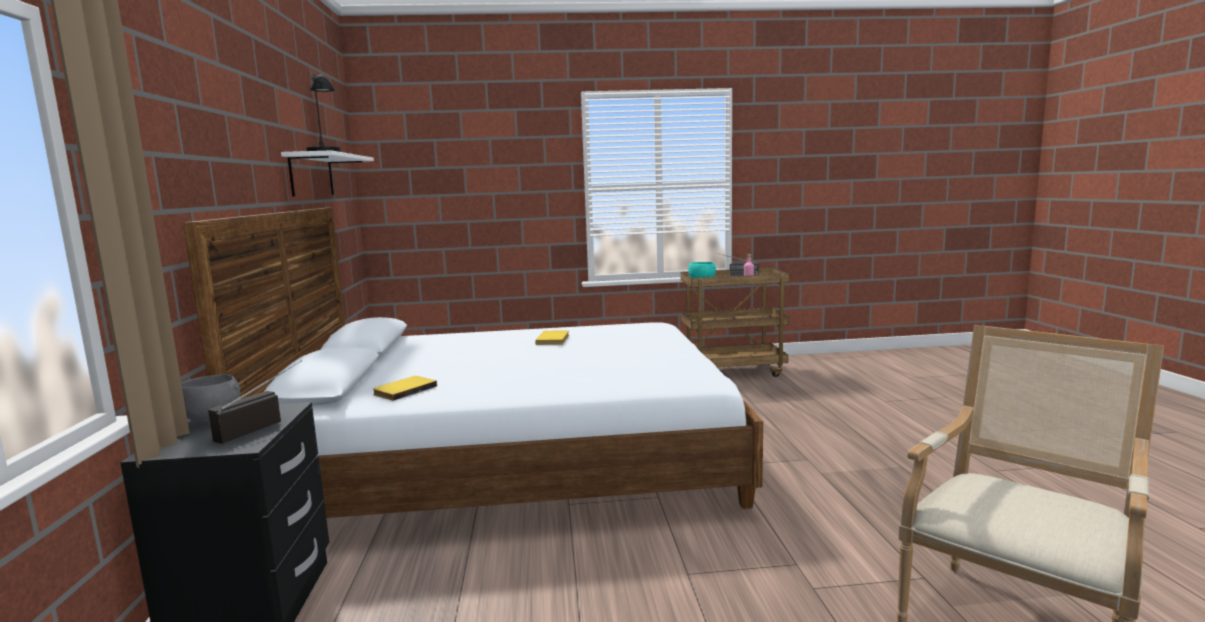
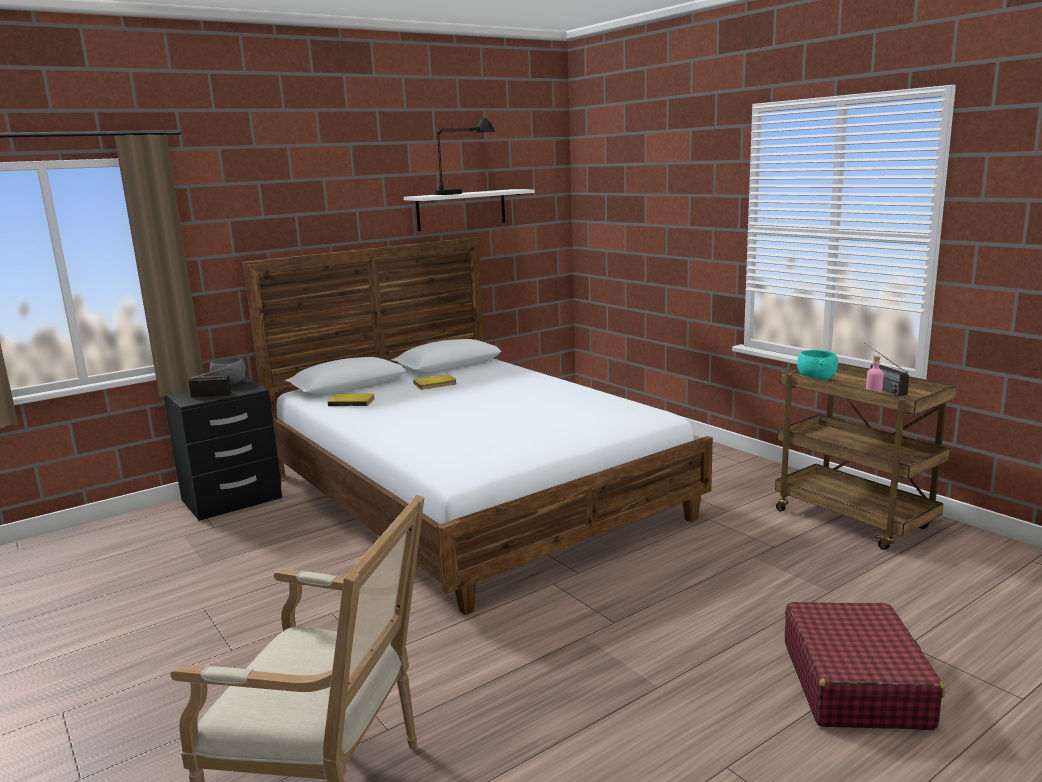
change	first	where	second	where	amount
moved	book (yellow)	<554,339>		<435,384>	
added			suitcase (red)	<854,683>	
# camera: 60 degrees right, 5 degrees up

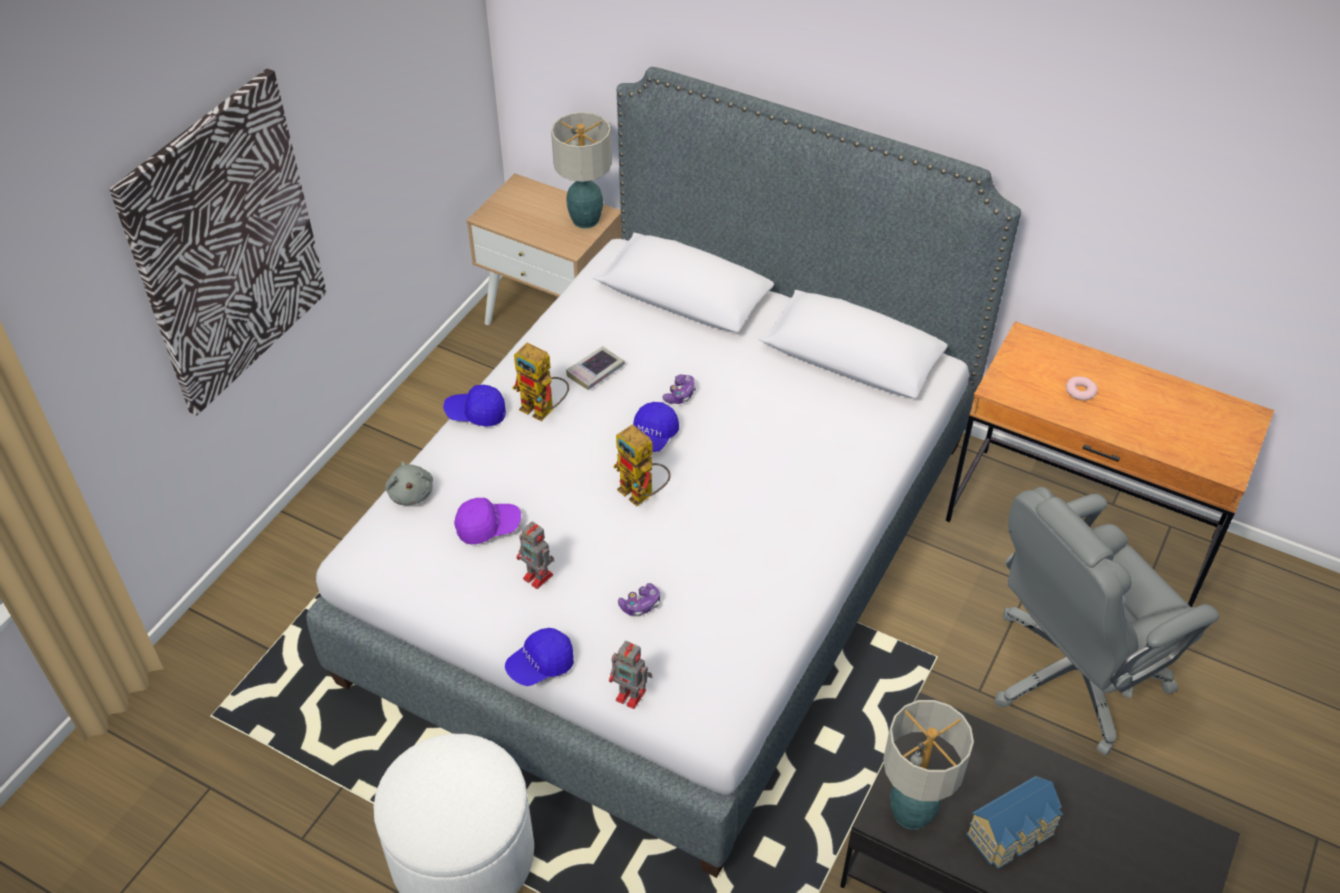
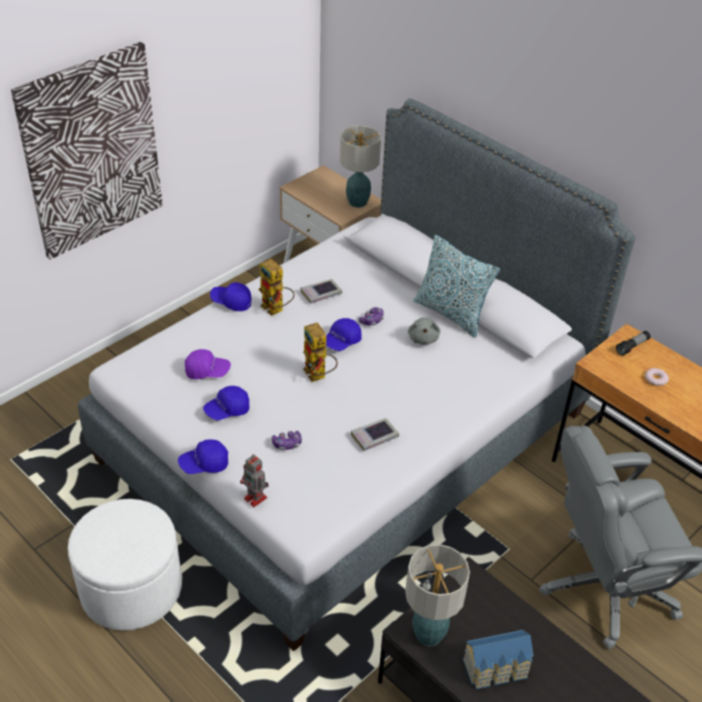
change	first	where	second	where	amount
moved	plush toy (grey)	<411,492>		<423,338>	
replaced	toy robot	<539,577>	cap (blue)	<227,410>	
added			pillow	<451,314>	
added			flashlight	<632,347>	
added			book	<374,437>	
# camera: 15 degrees right, 5 degrees down

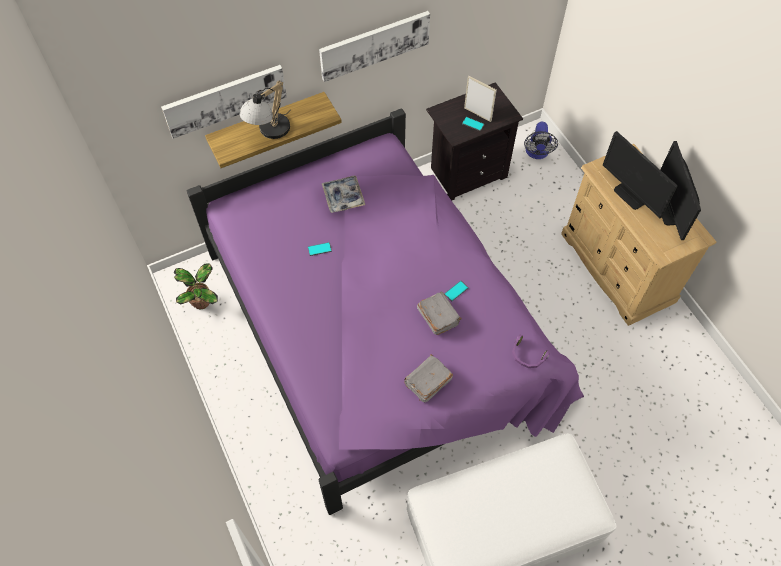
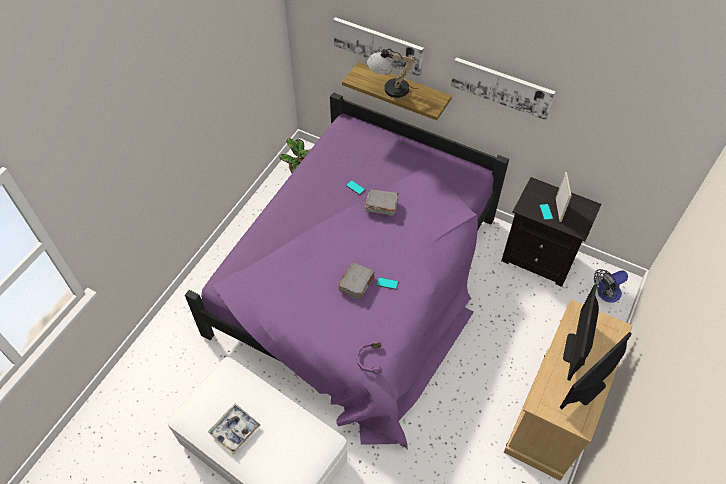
change	first	where	second	where	amount
moved	tray	<343,197>		<235,430>	
moved	book (grey)	<427,382>		<381,206>	
# camera: 55 degrees right, 5 degrees down

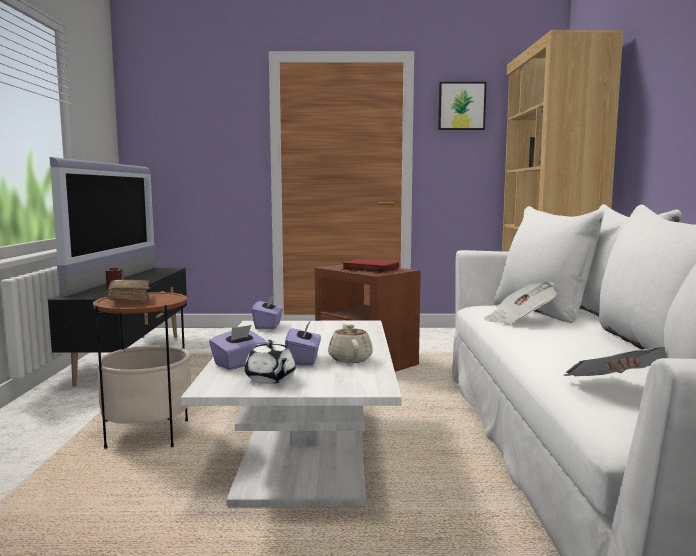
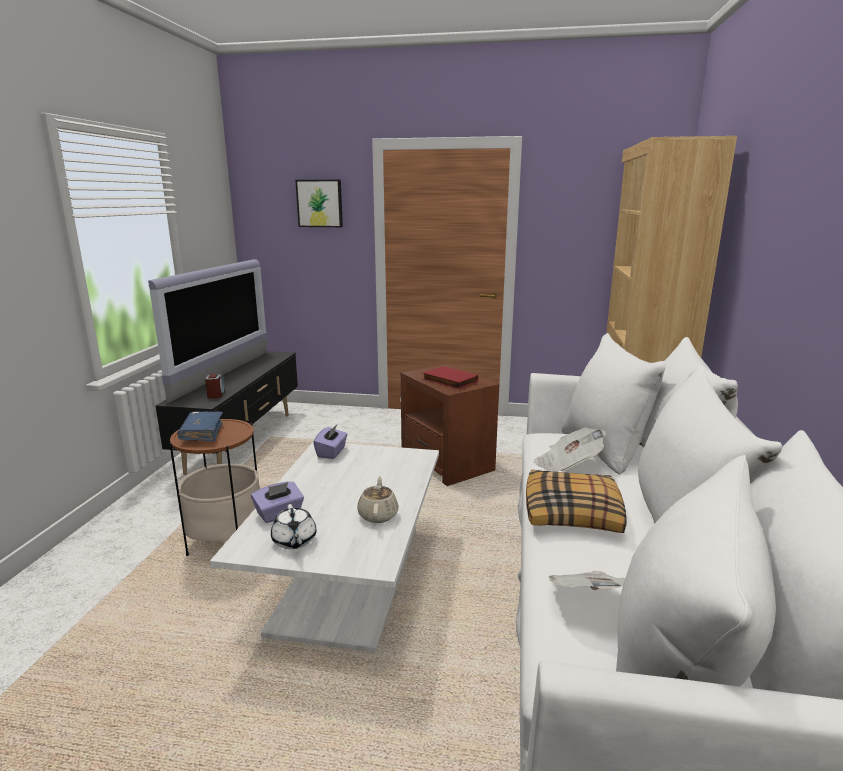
change	first	where	second	where	amount
moved	picture	<461,106>		<320,203>	
recoloured	book (brown)	<129,299>	book (blue)	<202,433>	
removed	tissue box (purple)	<304,360>			
added			pillow	<573,512>	
# camera: 10 degrees right, 10 degrees up

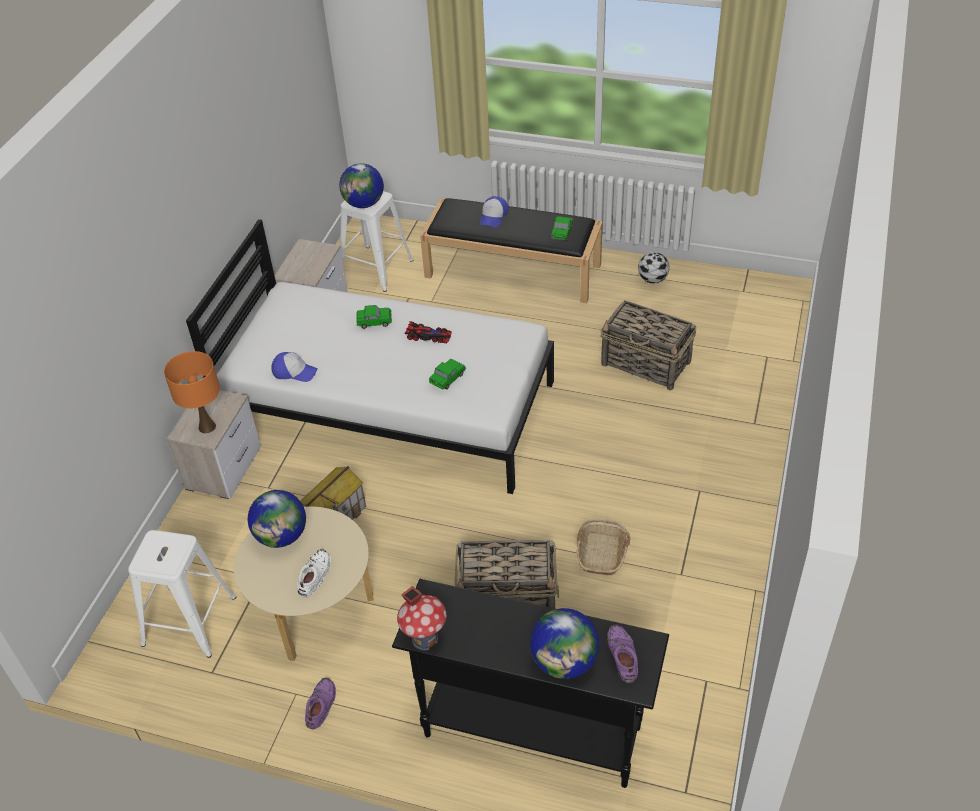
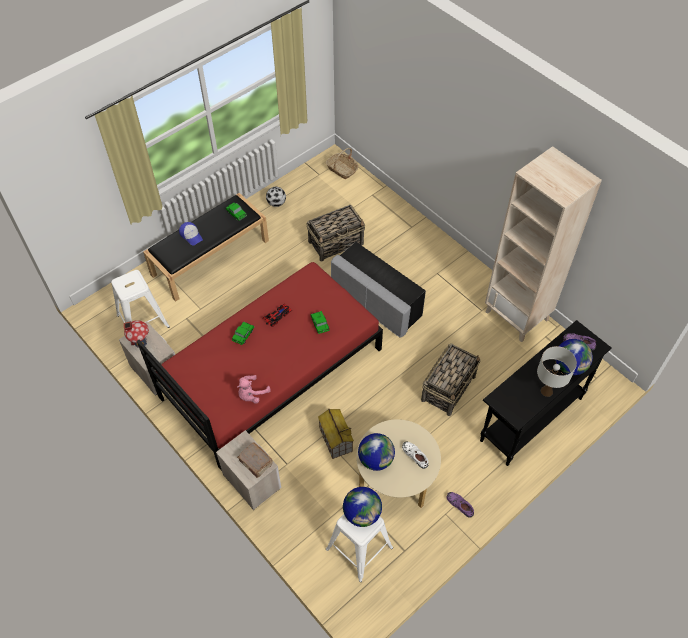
change	first	where	second	where	amount
moved	globe	<364,204>		<362,513>	
recoloured	bed (white)	<389,407>	bed (red)	<271,372>	
replaced	table lamp (orange)	<206,427>	book (brown)	<256,463>	
replaced	cap	<294,371>	plush toy (pink)	<252,394>	
moved	basket	<601,554>		<342,169>	
moved	toy house	<425,639>		<140,342>	
added			bookcase (beige)	<517,316>	
added			ottoman (grey)	<376,302>	
added			table lamp (white)	<546,391>	
# camera: 60 degrees left, 10 degrees up

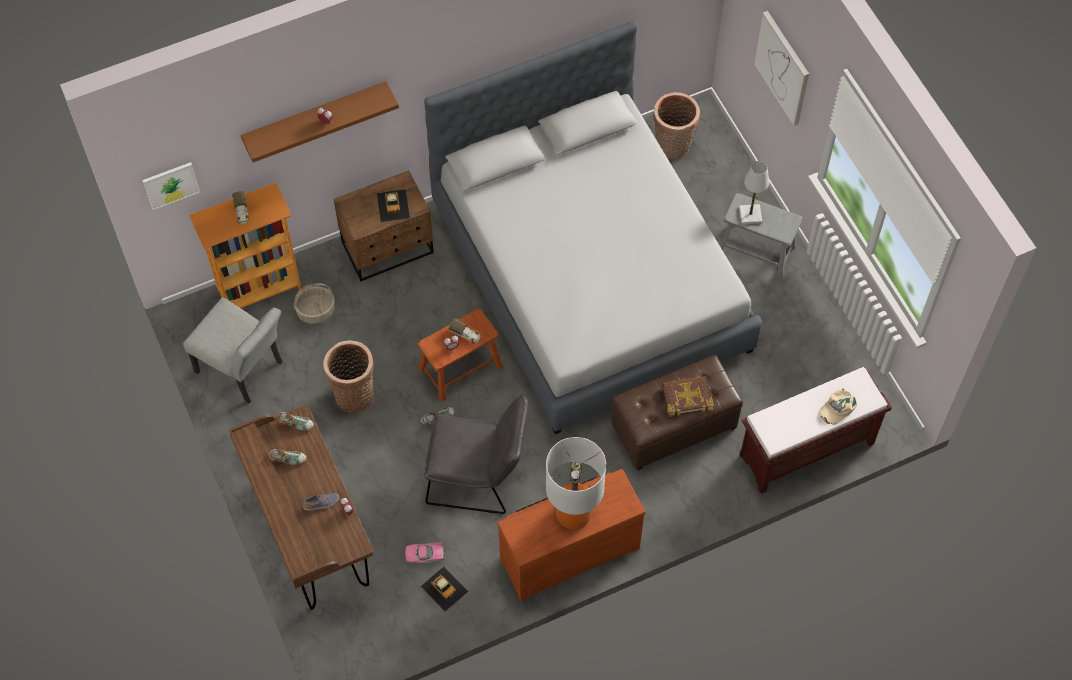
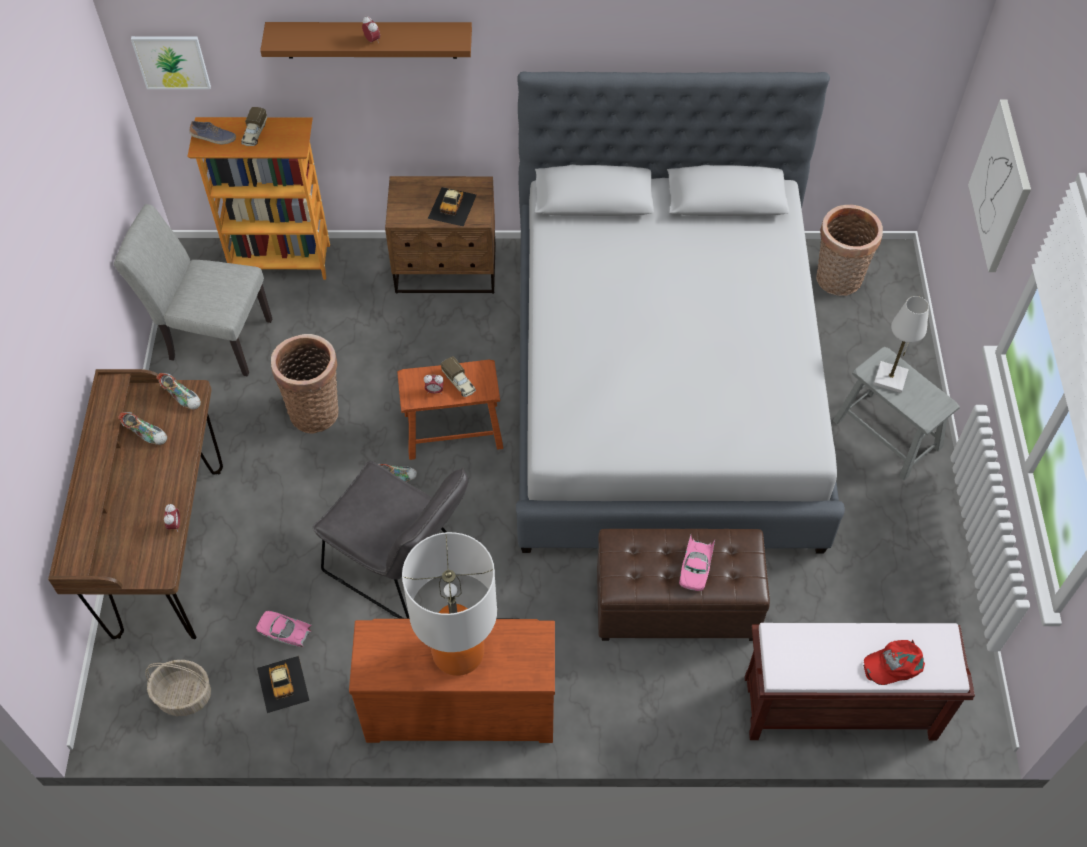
change	first	where	second	where	amount
moved	basket	<316,311>		<185,695>	
turned	chair (grey)	<244,370>		<212,338>	135 degrees clockwise
replaced	book	<687,397>	toy car (pink)	<695,568>	
recoloured	cap (beige)	<837,407>	cap (red)	<893,664>	
moved	shoe	<321,504>		<213,138>	
# camera: 25 degrees right, 5 degrees down

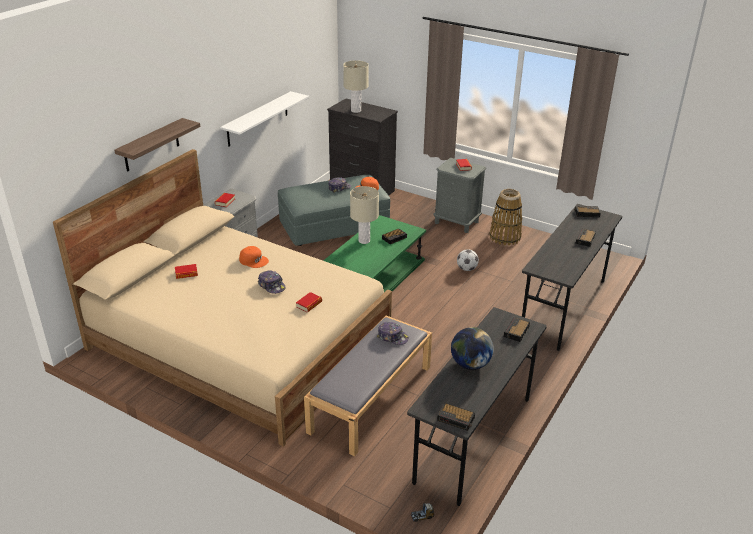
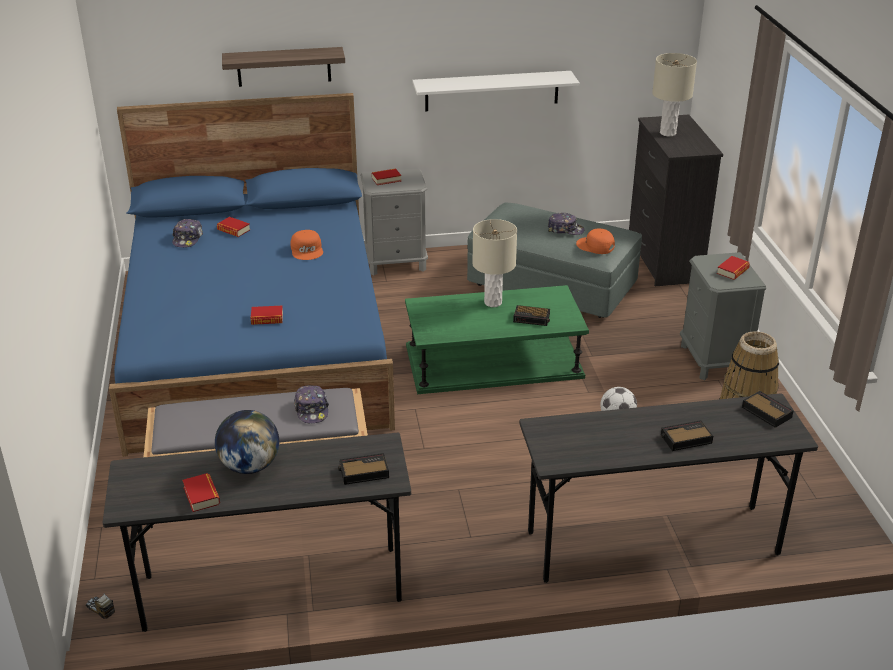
change	first	where	second	where	amount
recoloured	bed (beige)	<239,341>	bed (blue)	<258,341>	
moved	cap	<272,286>		<188,239>	
removed	alarm clock	<456,419>			
added			book	<201,496>	
# camera: 50 degrees right, 0 degrees up

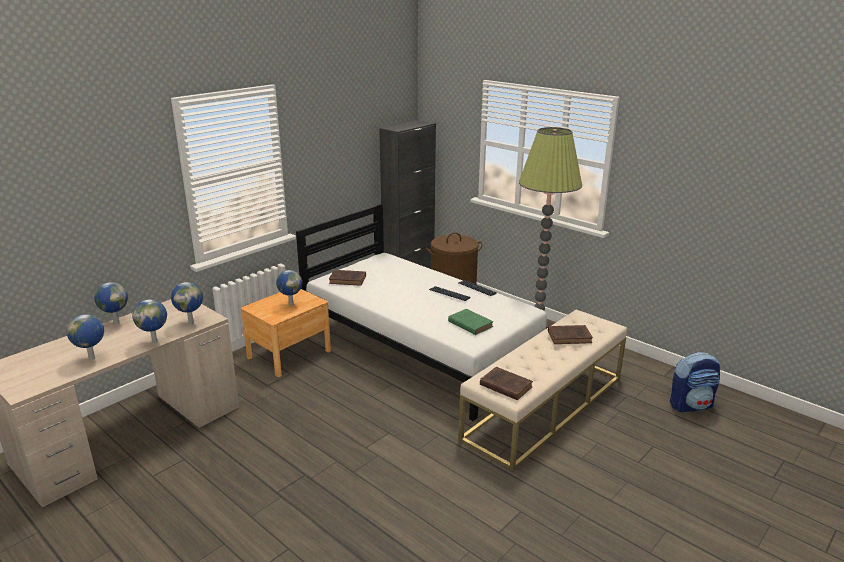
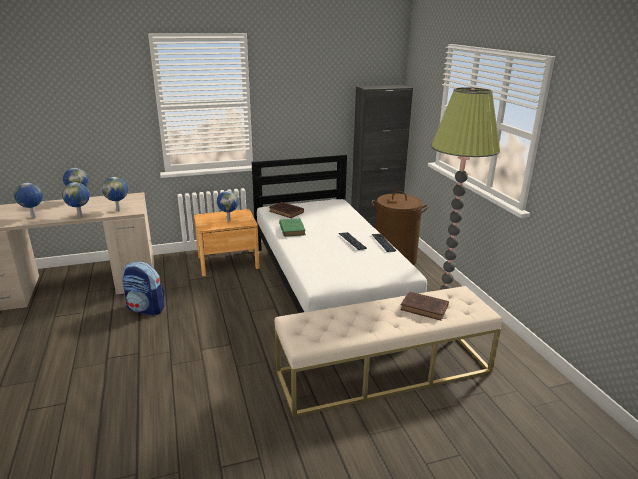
change	first	where	second	where	amount
moved	book (green)	<469,324>		<292,229>	
moved	backpack	<691,405>		<146,309>	
removed	book (brown)	<504,385>			
# camera: 30 degrees right, 0 degrees up

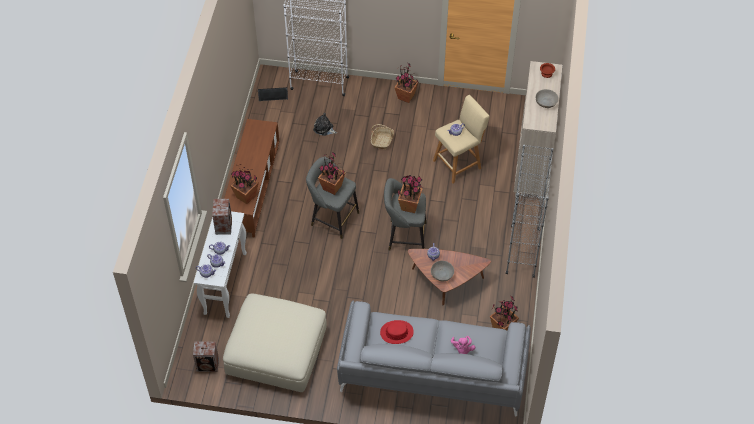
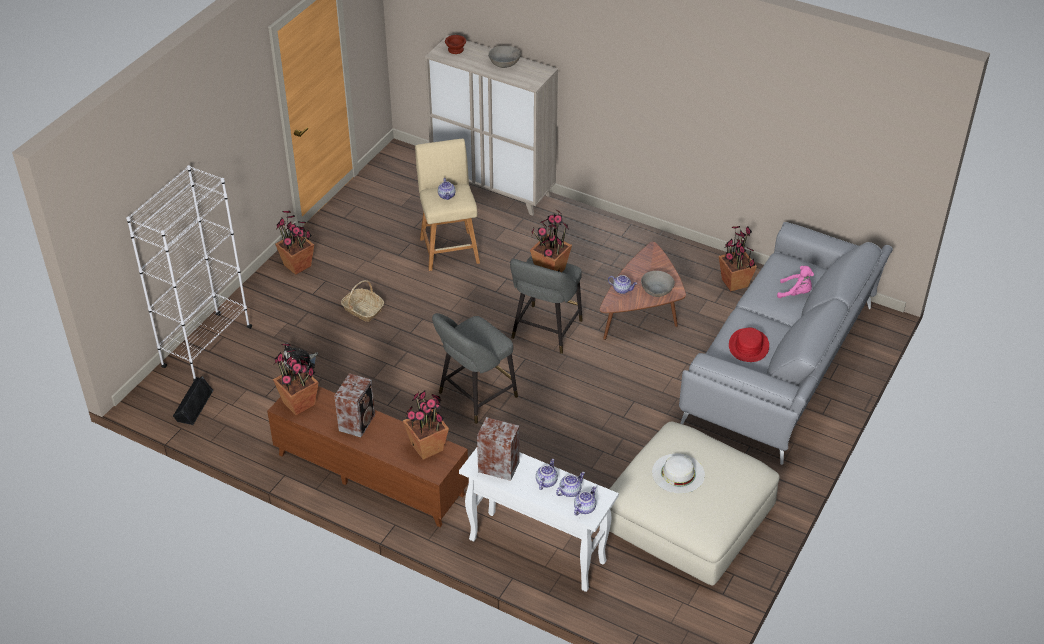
change	first	where	second	where	amount
removed	bookcase (grey)	<522,250>			
moved	potted plant	<332,187>		<299,404>	
moved	speaker	<208,365>		<358,422>	
added			hat (white)	<678,473>	
# camera: 70 degrees left, 10 degrees down

